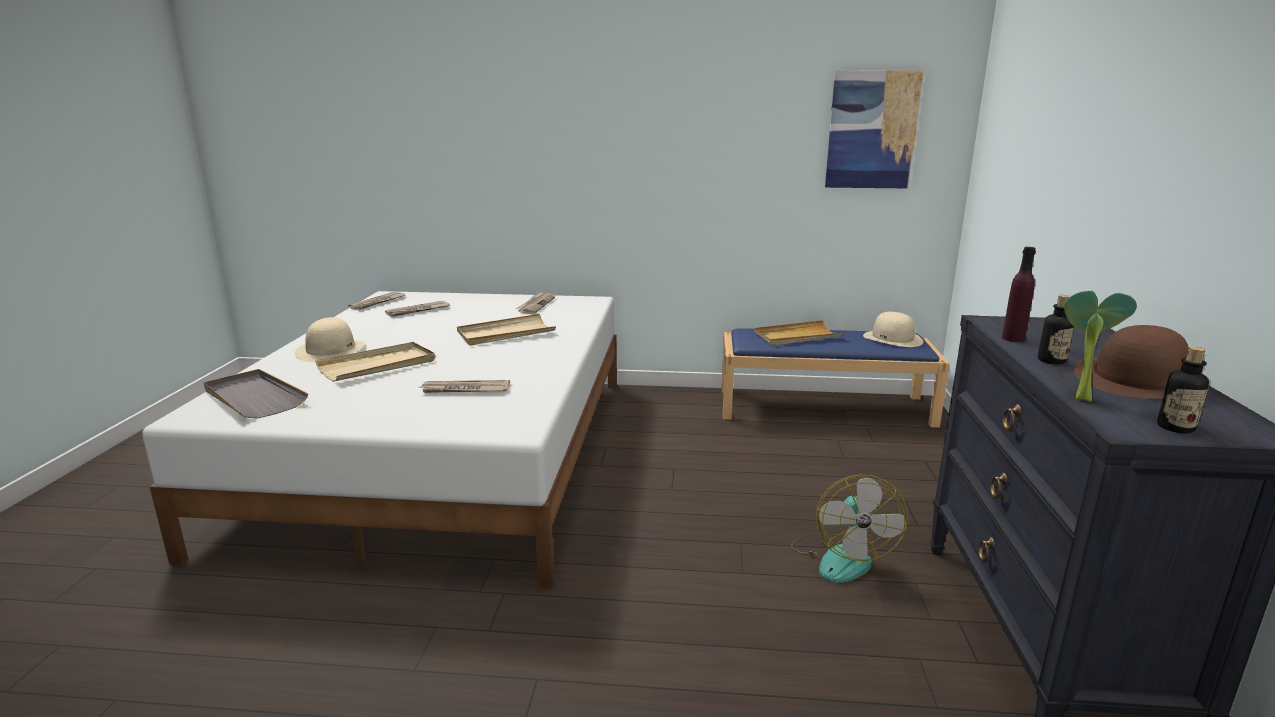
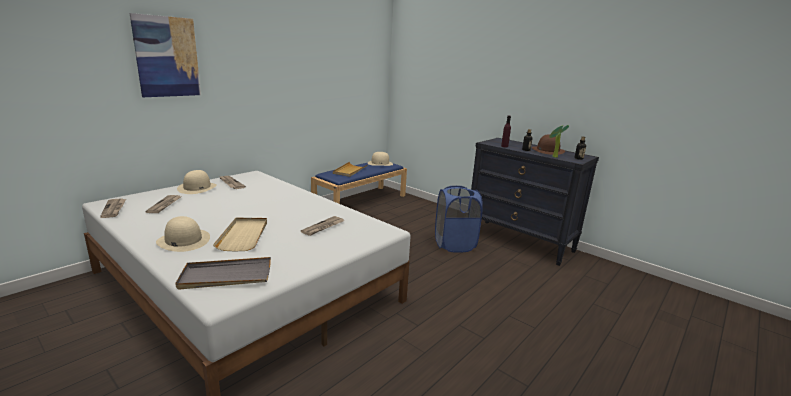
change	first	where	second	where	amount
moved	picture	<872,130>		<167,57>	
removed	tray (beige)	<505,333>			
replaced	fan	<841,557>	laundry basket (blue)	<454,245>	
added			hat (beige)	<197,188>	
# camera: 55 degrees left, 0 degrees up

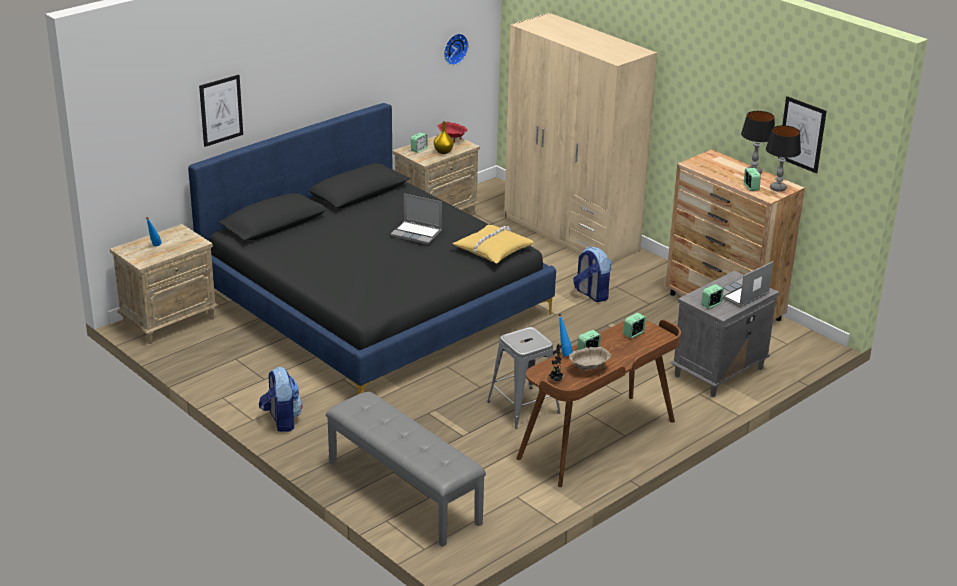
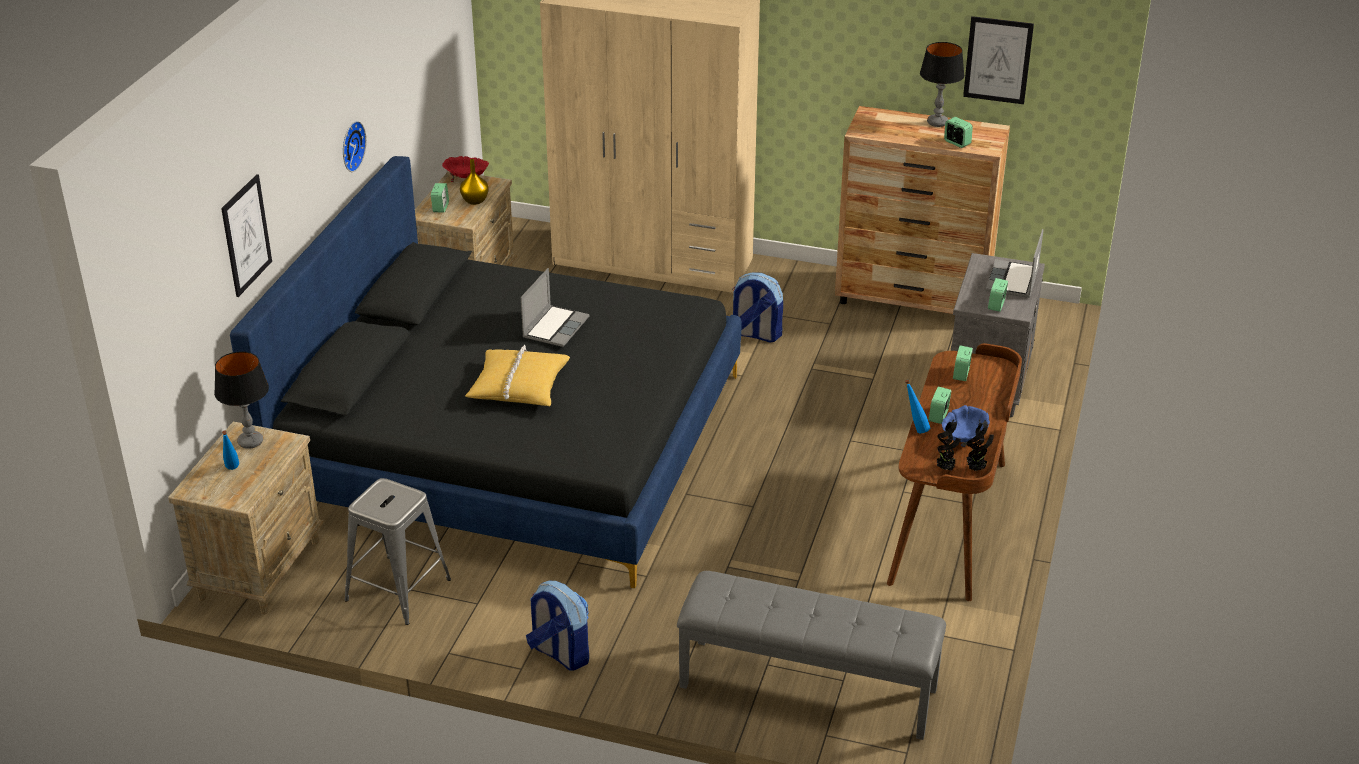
change	first	where	second	where	amount
moved	wall clock	<454,48>		<350,146>	
moved	table lamp	<778,188>		<250,442>	
turned	laptop	<417,233>		<555,327>	60 degrees counterclockwise
moved	pillow (yellow)	<492,250>		<518,386>	
moved	stool (grey)	<523,408>		<398,590>	
recoloured	bowl (beige)	<589,369>	bowl (blue)	<964,439>	
added			potted plant	<976,469>	
# camera: 30 degrees left, 5 degrees up

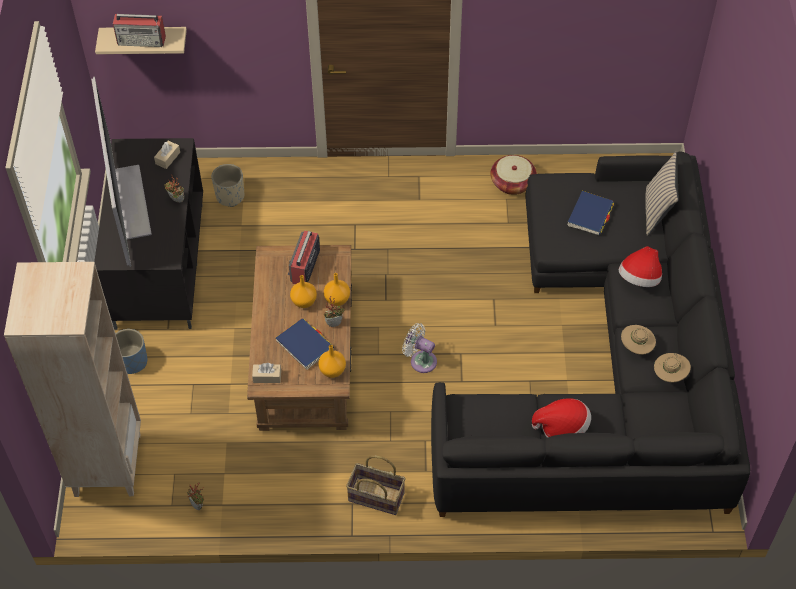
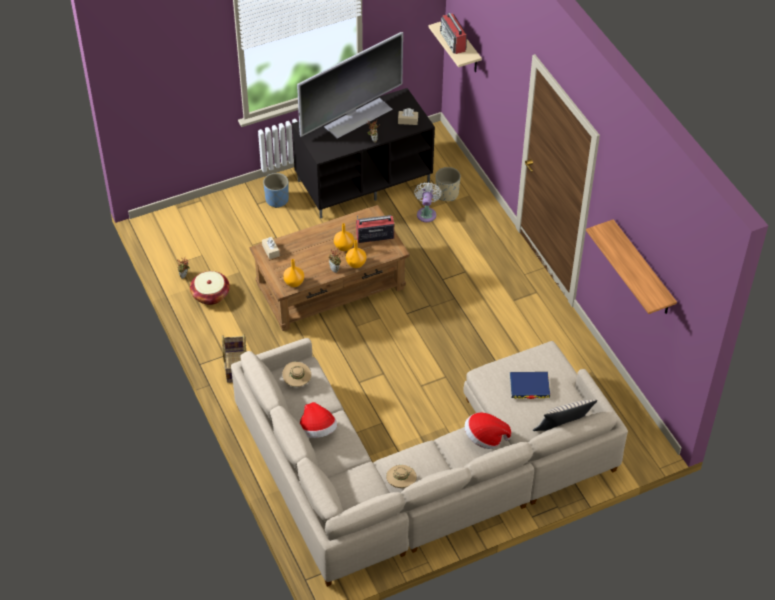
change	first	where	second	where	amount
recoloured	sofa (black)	<608,367>	sofa (beige)	<422,468>	
moved	basket	<512,183>		<210,295>	
removed	bookcase (beige)	<107,464>			
removed	book (blue)	<304,345>			
moved	fan (white)	<421,360>		<426,213>	
moved	hat (beige)	<636,346>		<297,381>	
added			shelf	<642,269>	
# camera: 65 degrees right, 5 degrees down

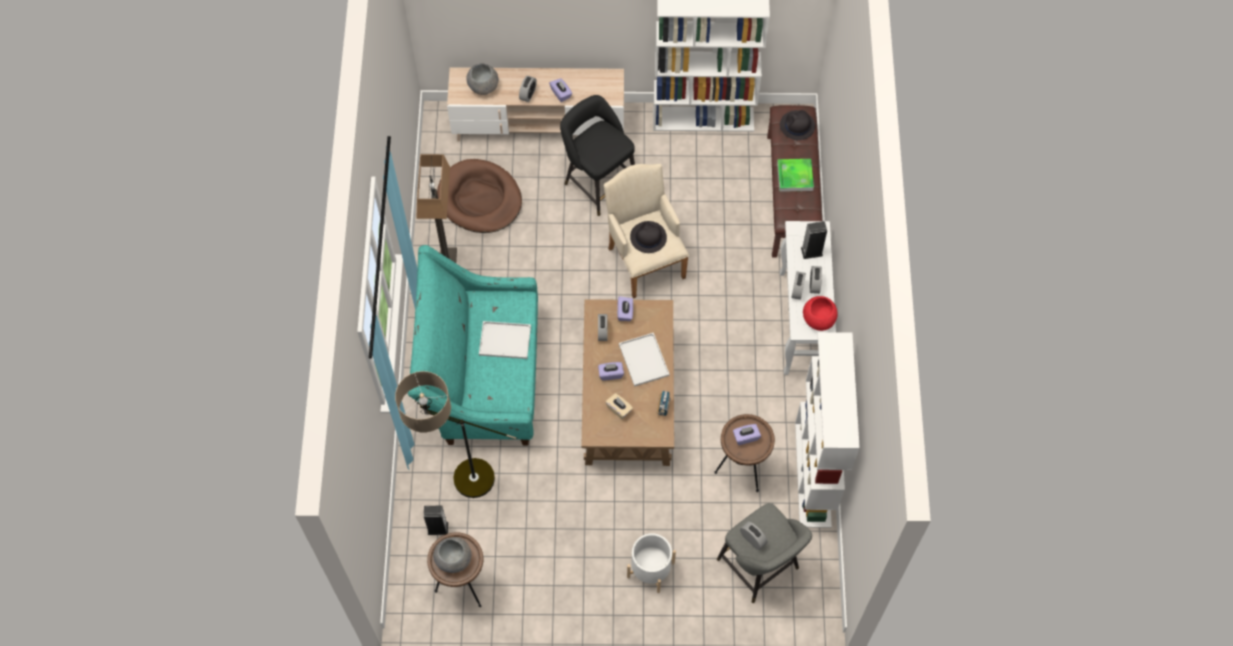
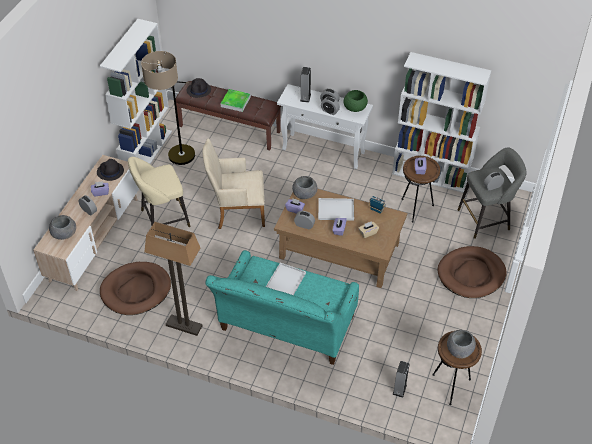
change	first	where	second	where	amount
recoloured	stool (black)	<598,182>	stool (beige)	<162,219>	
moved	hat (black)	<648,237>		<110,171>	
recoloured	bowl (red)	<818,319>	bowl (green)	<354,108>	
moved	floor lamp	<457,478>		<177,162>	
replaced	planter (white)	<650,570>	dog bed (brown)	<471,274>	
added			bowl (grey)	<305,194>	
# camera: 70 degrees left, 15 degrees down

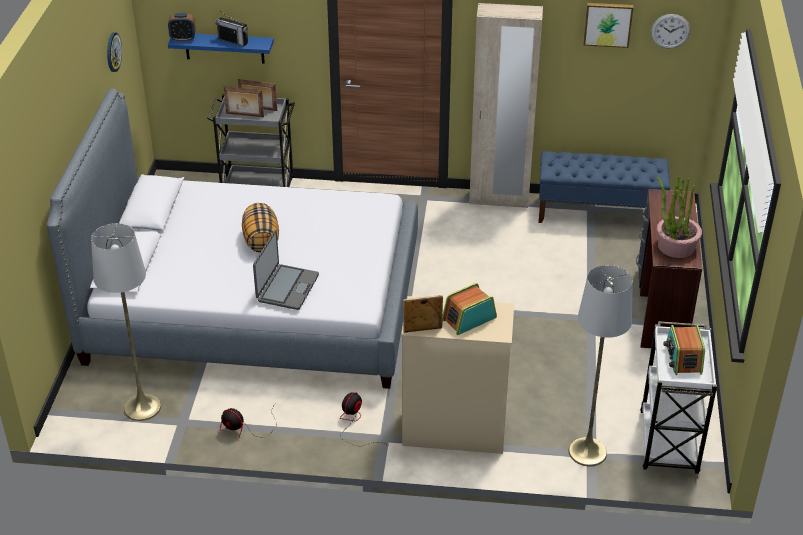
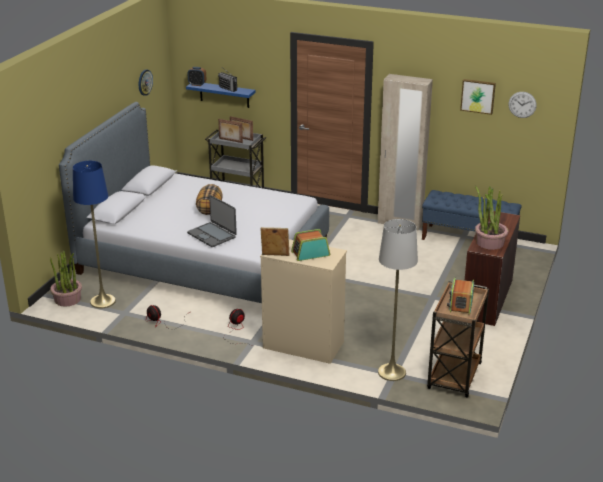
change	first	where	second	where	amount
recoloured	floor lamp (grey)	<142,407>	floor lamp (blue)	<103,301>	
turned	laptop	<287,288>		<212,235>	105 degrees clockwise
recoloured	cart (white)	<669,444>	cart (brown)	<454,377>	
added			potted plant	<67,299>	
# camera: 15 degrees right, 10 degrees down

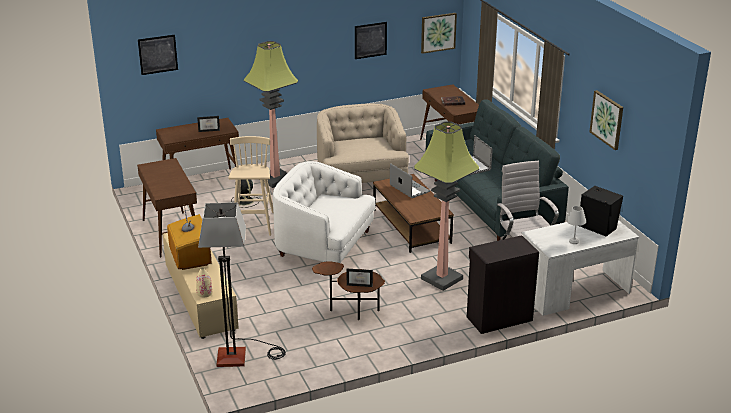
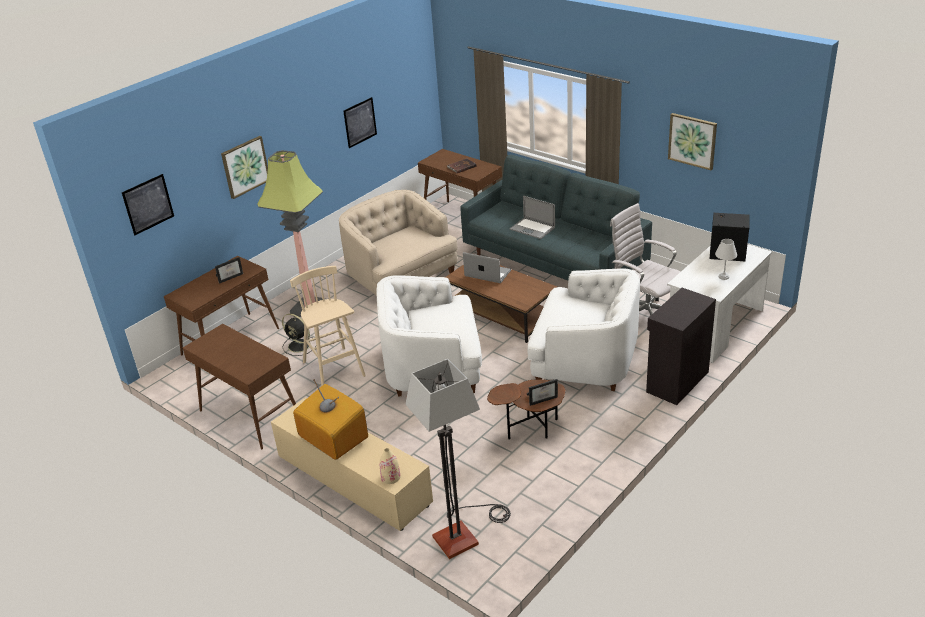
change	first	where	second	where	amount
moved	picture	<438,32>		<245,166>	
replaced	floor lamp	<442,279>	armchair (white)	<584,360>	
# camera: 25 degrees left, 5 degrees up

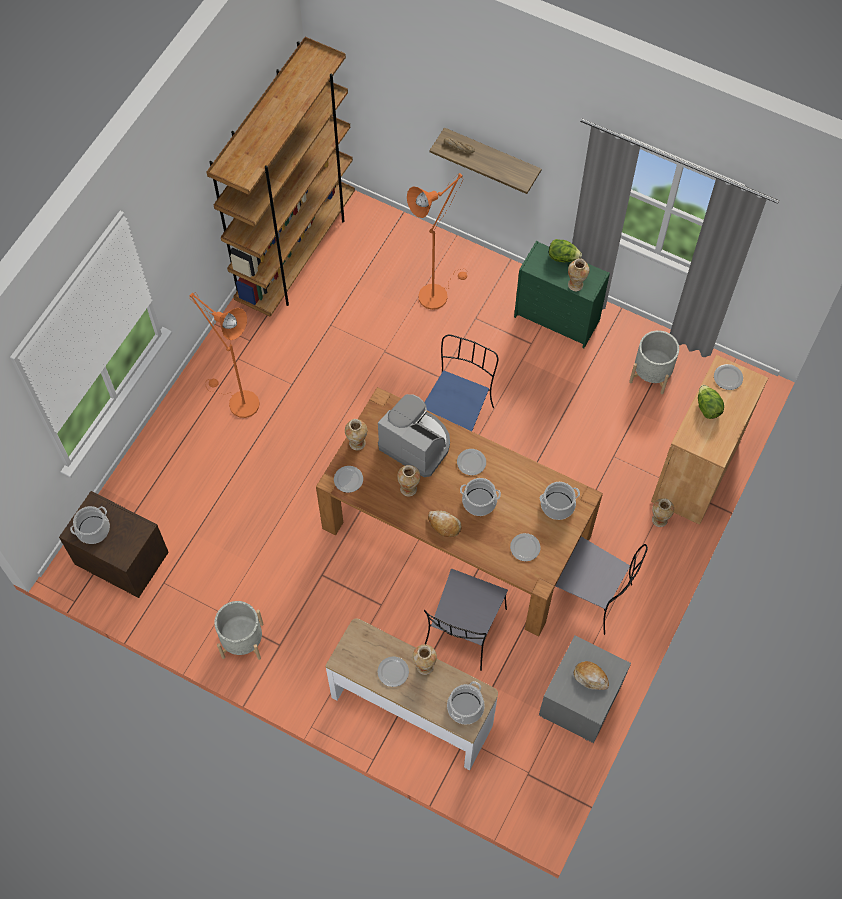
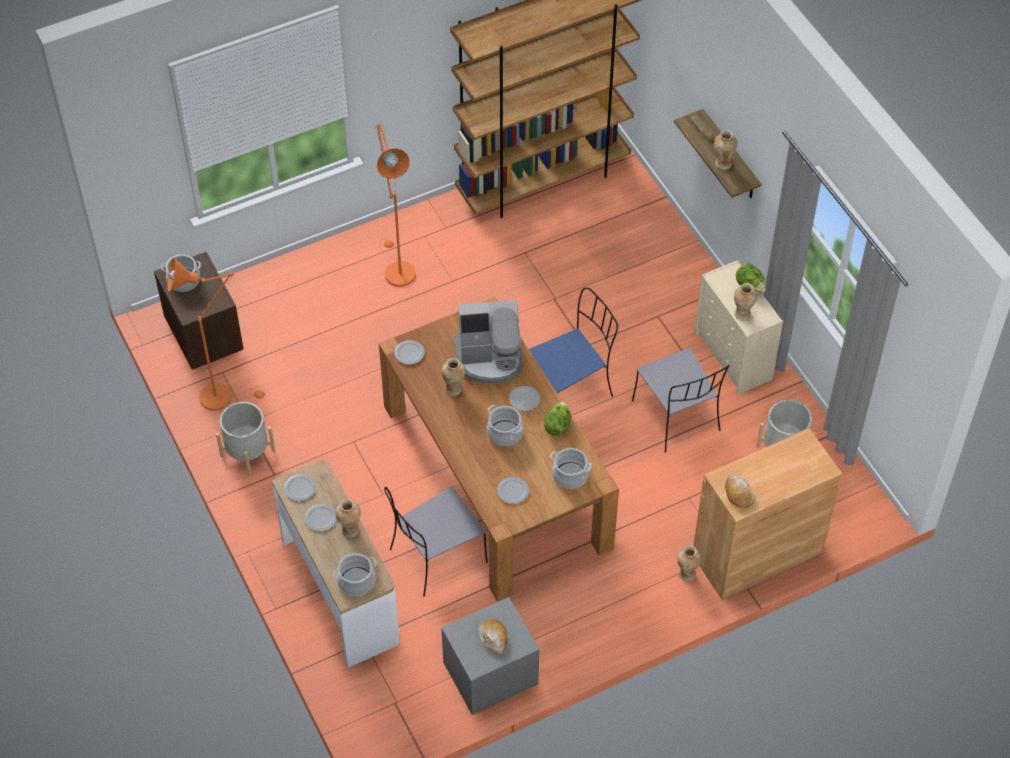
change	first	where	second	where	amount
moved	floor lamp (orange)	<436,293>		<222,395>	
recoloured	dresser (green)	<558,319>	dresser (beige)	<733,357>	
moved	plate	<728,378>		<300,489>	
moved	lettuce	<707,407>		<557,426>	
turned	coffee machine	<416,443>		<490,358>	105 degrees clockwise
moved	vase	<357,443>		<722,164>	
moved	bread	<444,525>		<738,494>	
moved	chair (grey)	<589,594>		<677,417>	
# camera: 35 degrees right, 10 degrees down

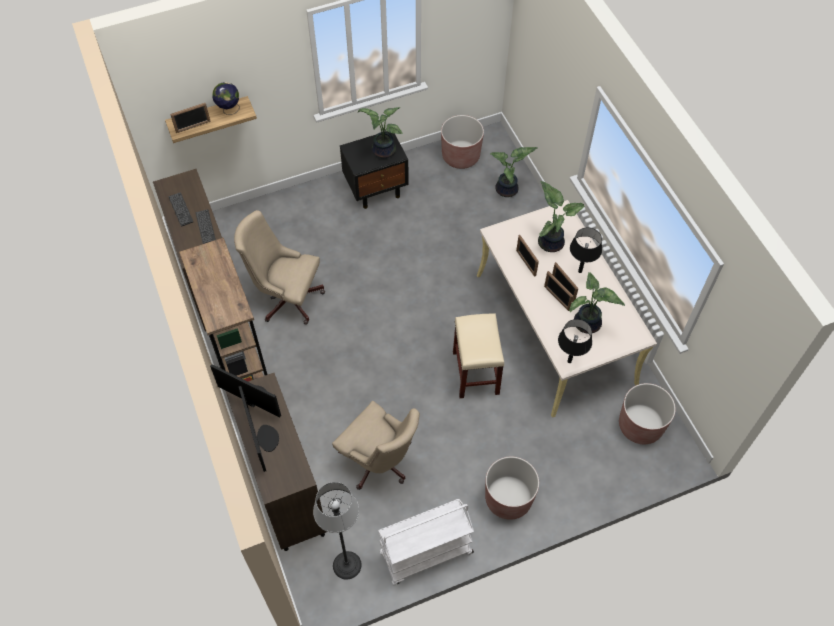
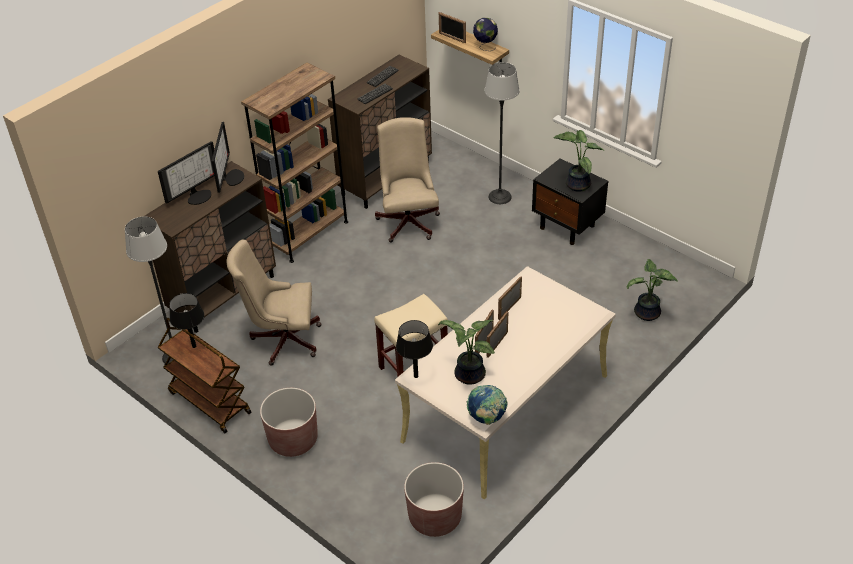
change	first	where	second	where	amount
removed	planter (brown)	<460,156>			
removed	potted plant	<551,241>			
moved	table lamp (black)	<580,271>		<194,346>	
turned	office chair (beige)	<380,462>		<282,339>	75 degrees clockwise
recoloured	cart (white)	<425,554>	cart (brown)	<209,402>	
added			floor lamp	<499,197>	
added			globe	<487,418>	
# camera: 65 degrees right, 15 degrees down

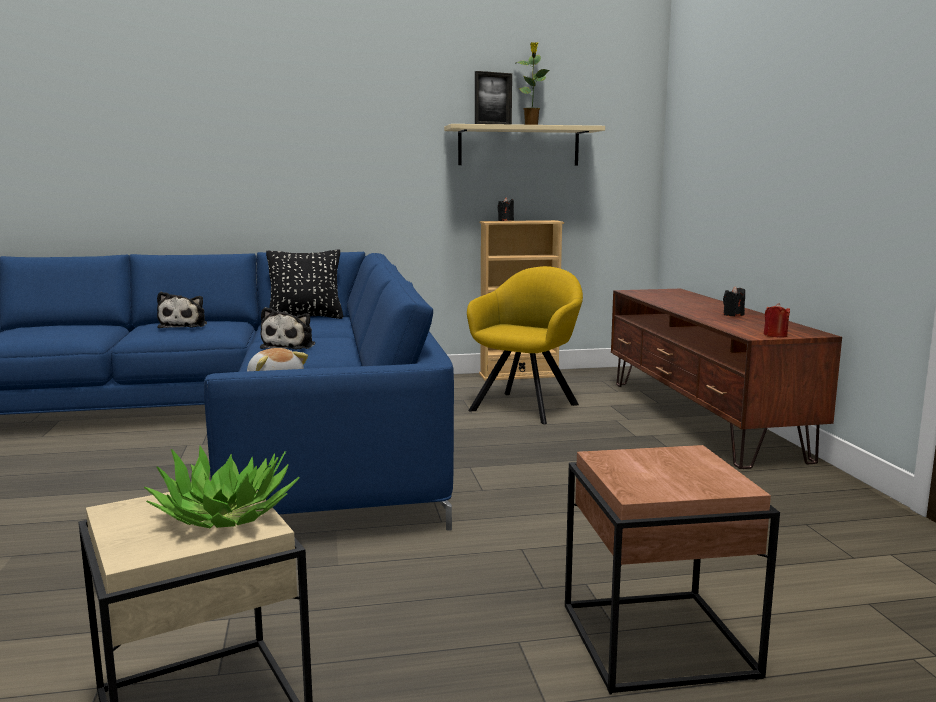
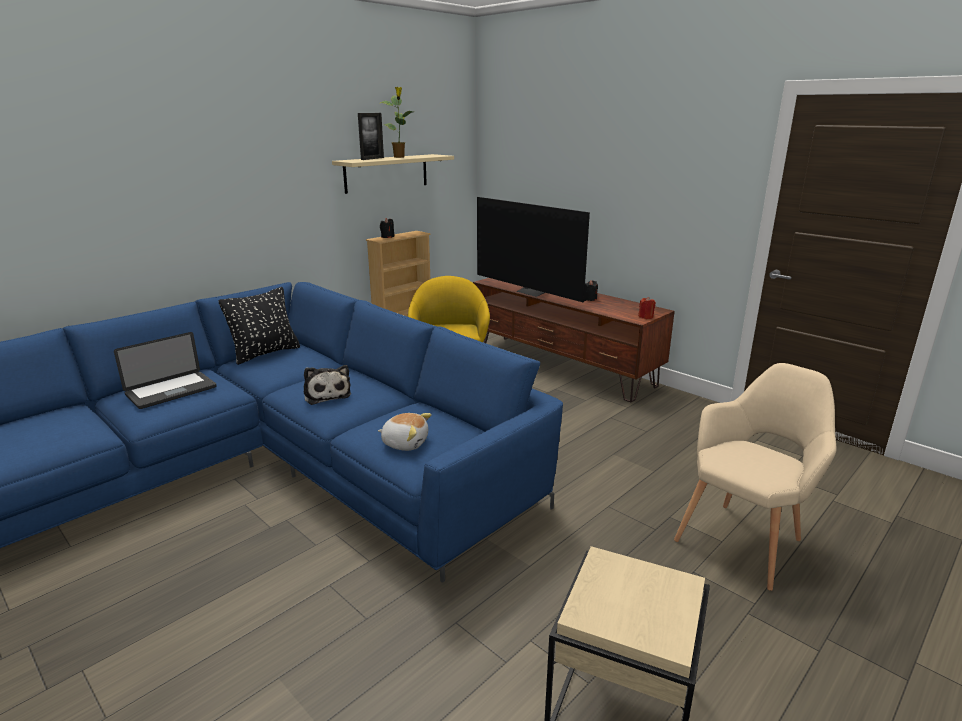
change	first	where	second	where	amount
replaced	plush toy	<184,325>	laptop	<171,391>	
replaced	side table (brown)	<659,641>	armchair (beige)	<745,539>	
removed	potted plant	<225,513>			
added			television	<532,292>	
# camera: 35 degrees left, 10 degrees up

